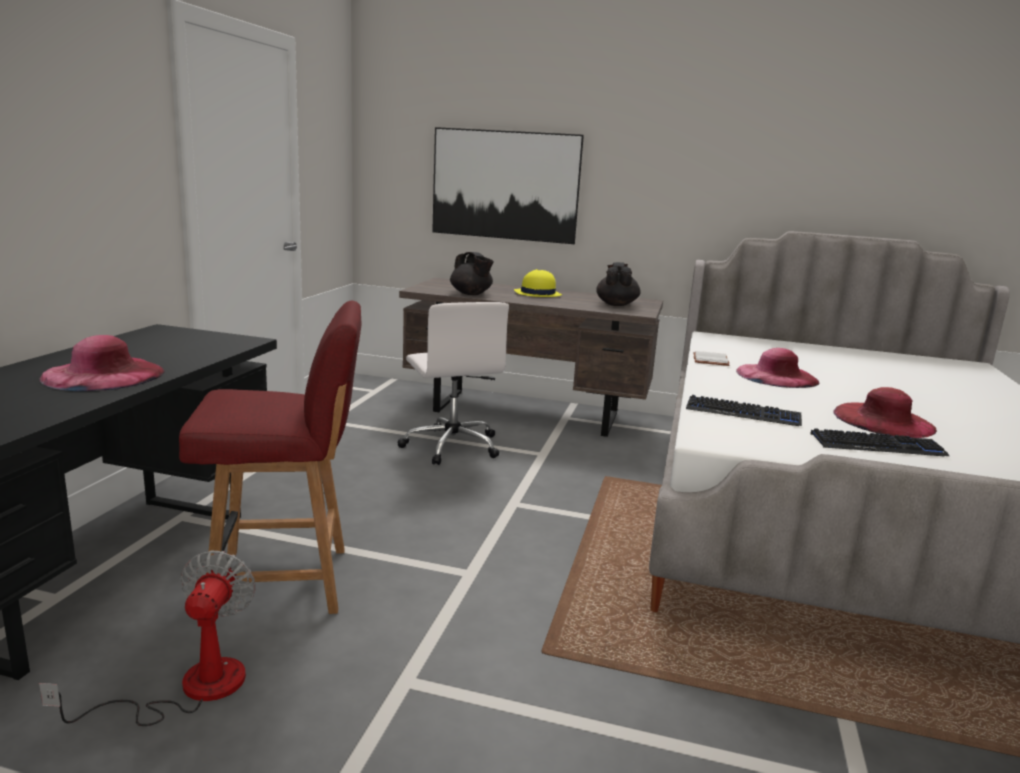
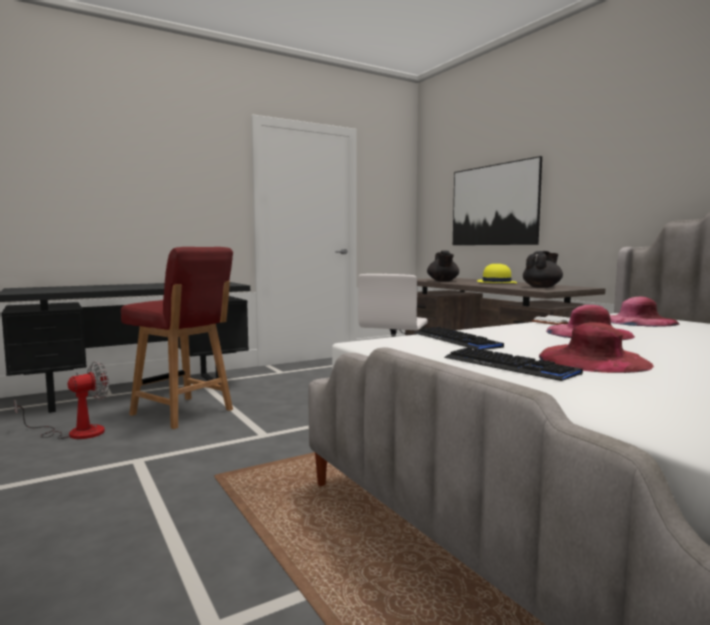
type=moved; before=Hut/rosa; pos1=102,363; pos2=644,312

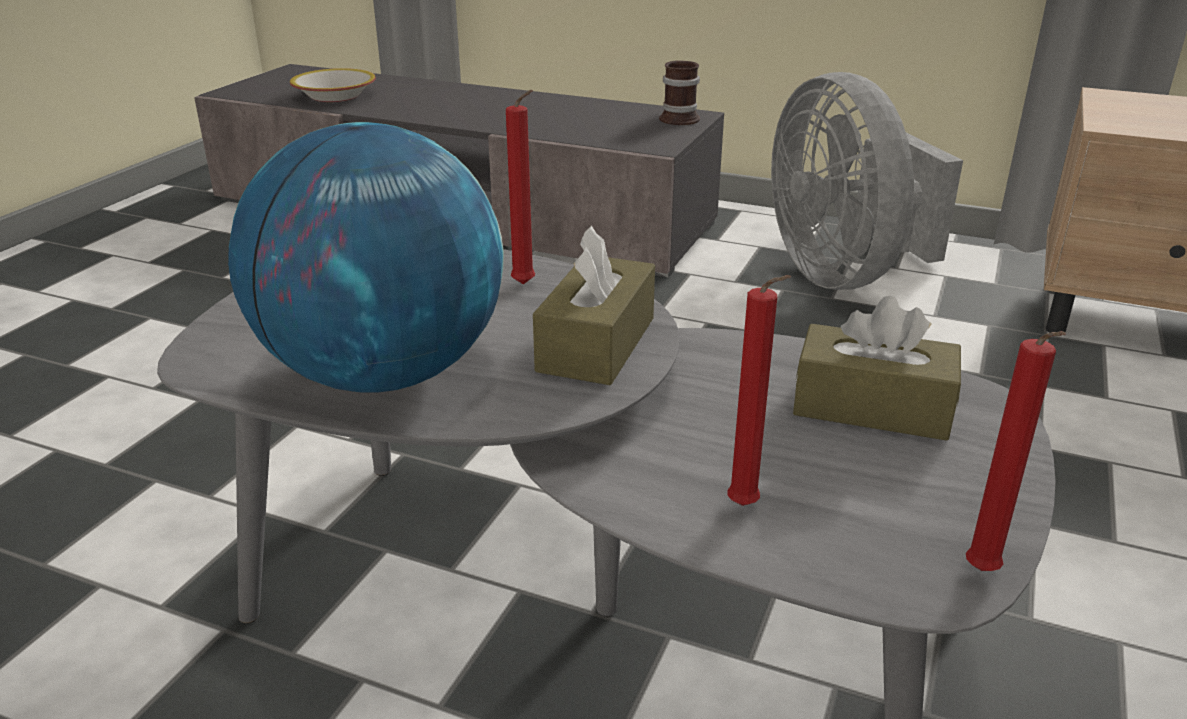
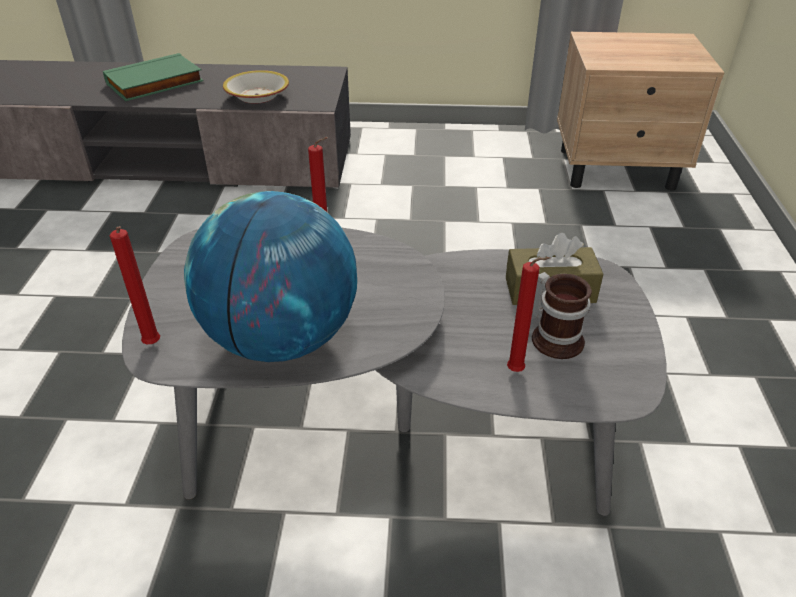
type=moved; before=Schüssel; pos1=333,85; pos2=256,87
type=removed; before=Taschentuchbox/braun; pos1=594,305
type=moved; before=Henkelbecher; pos1=679,93; pos2=562,315
type=removed; before=Ventilator/grau; pos1=867,181
type=moved; before=Kerze/rot; pos1=1016,451; pos2=135,285
type=added; after=Buch/grün; pos2=153,77

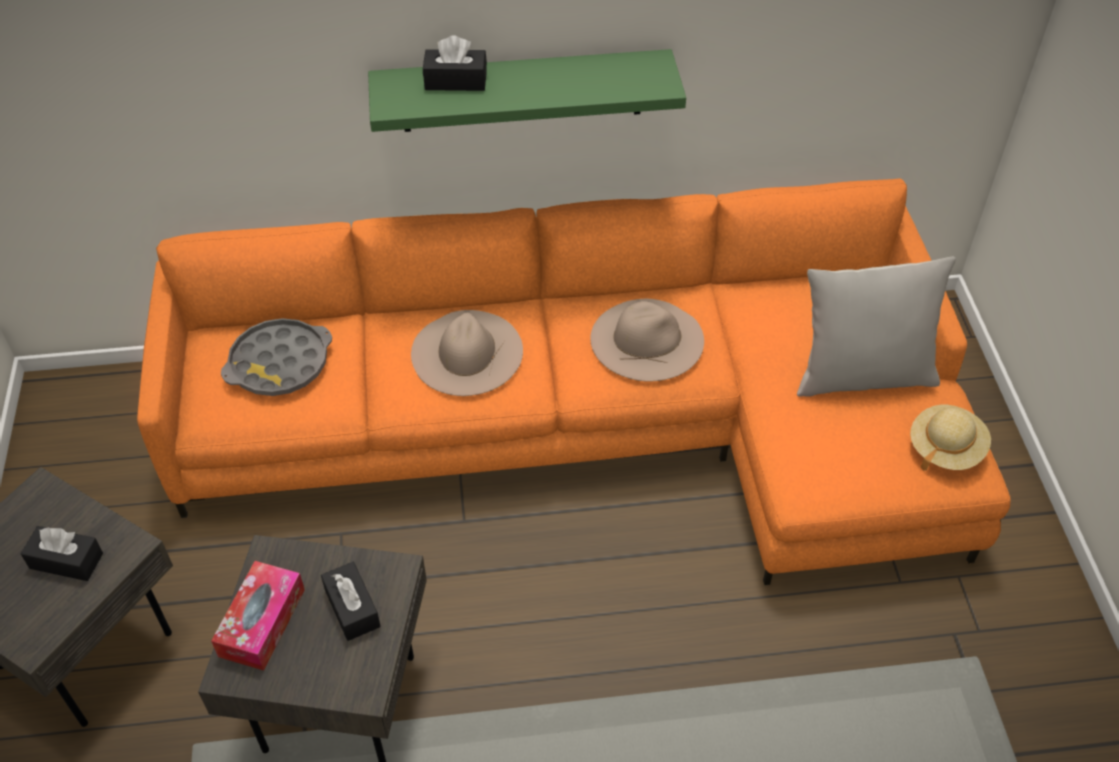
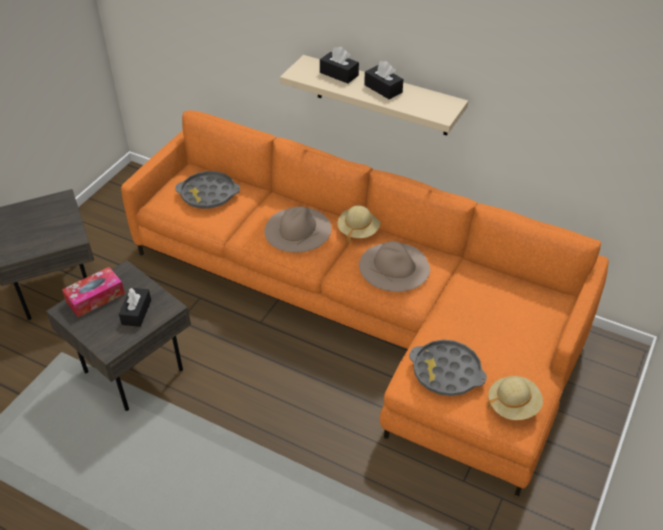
type=moved; before=Taschentuchbox/schwarz; pos1=61,553; pos2=383,80
type=recoloured; before=Wandregal/grün; after=Wandregal/beige; pos1=527,90; pos2=374,95
type=removed; before=Kissen/grau; pos1=876,326
type=added; after=Hut/beige; pos2=359,224
type=added; after=Tablett/grau; pos2=448,367

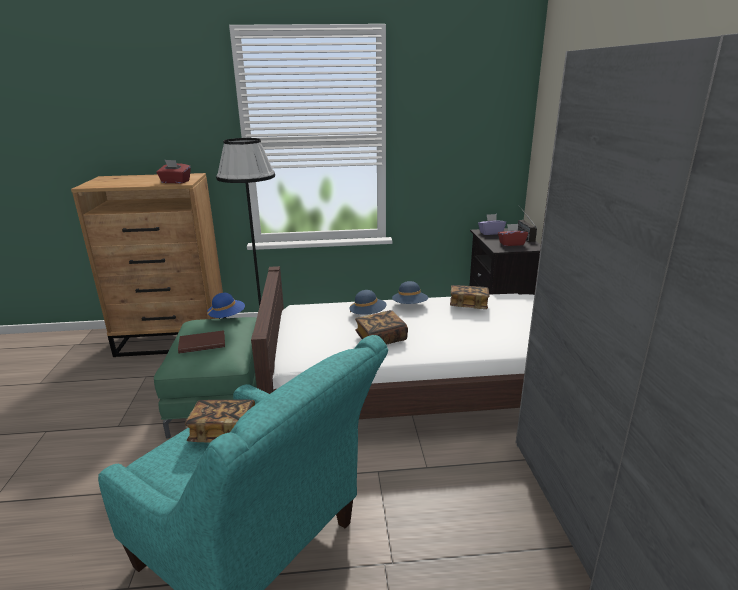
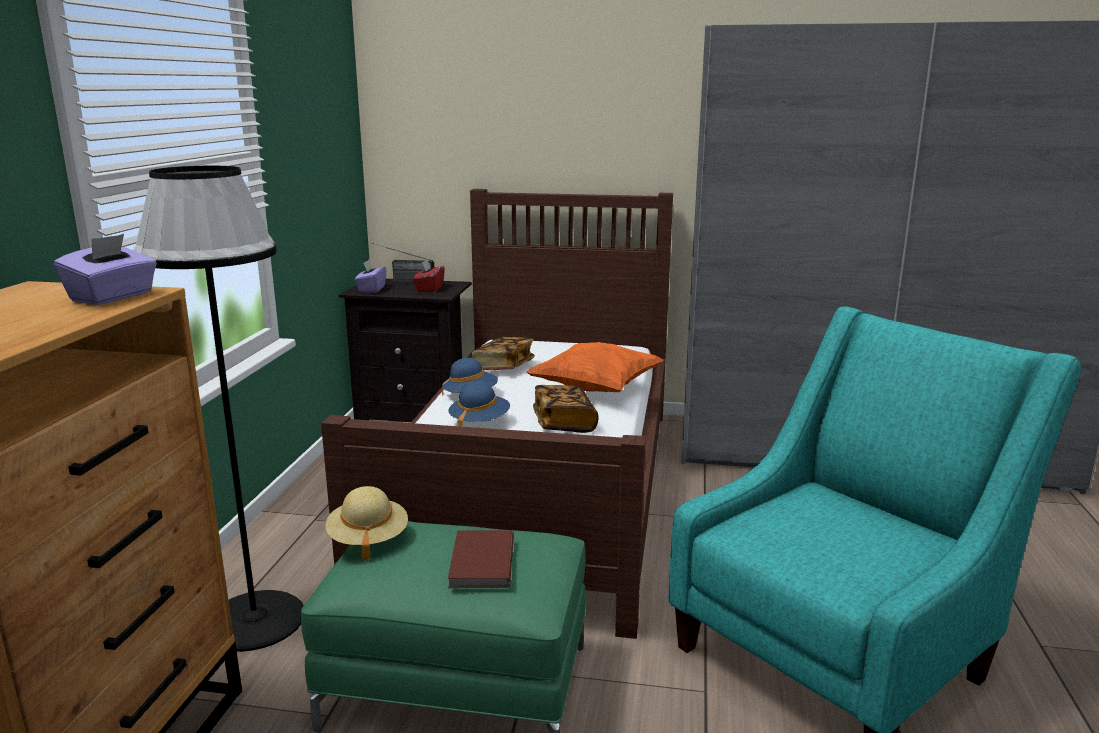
type=recoloured; before=Taschentuchbox/rot; after=Taschentuchbox/lila; pos1=173,172; pos2=105,269
type=removed; before=Buch; pos1=220,420
type=recoloured; before=Hut/blau; after=Hut/beige; pos1=226,305; pos2=366,523
type=added; after=Kissen/orange; pos2=594,367

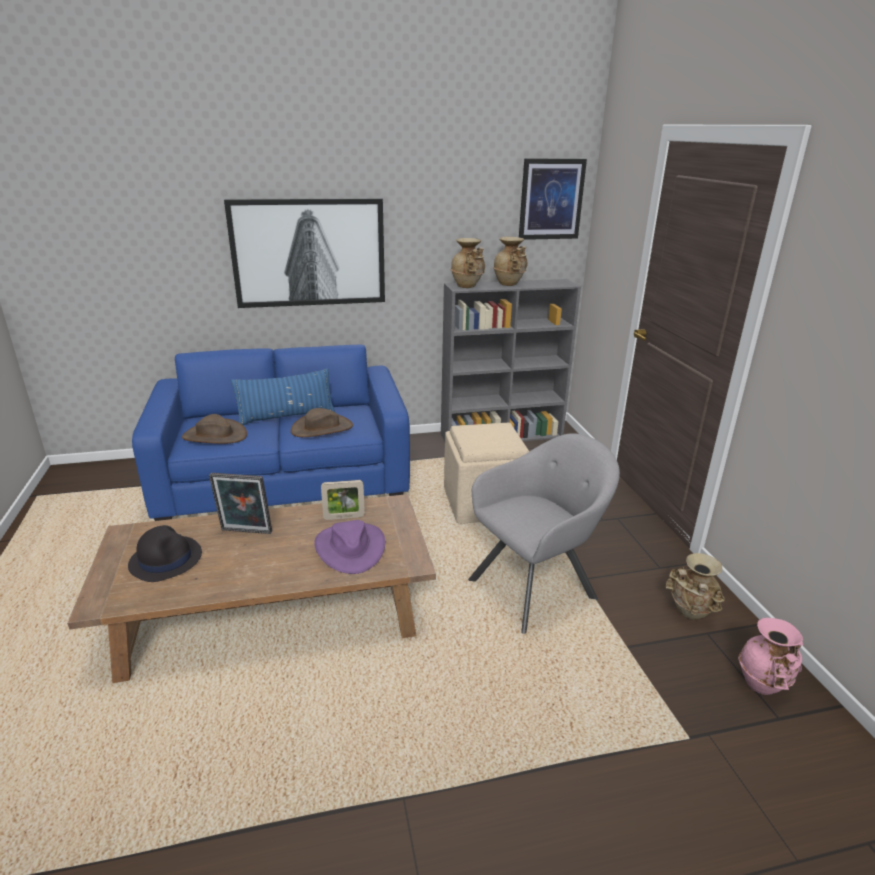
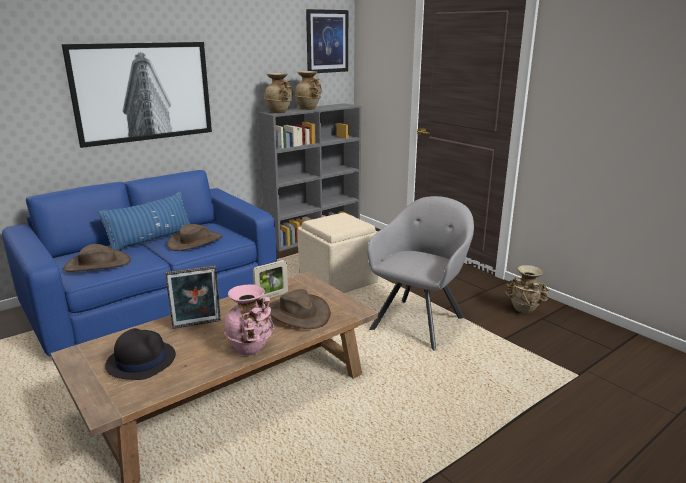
type=recoloured; before=Hut/lila; after=Hut/braun; pos1=349,547; pos2=300,309
type=moved; before=Vase/rosa; pos1=770,656; pos2=249,320

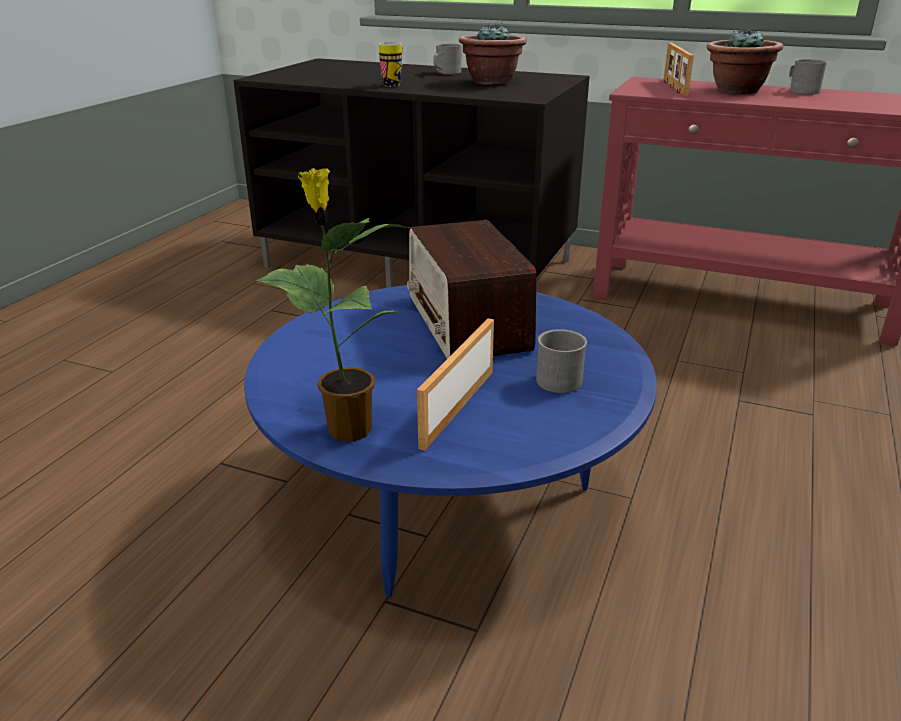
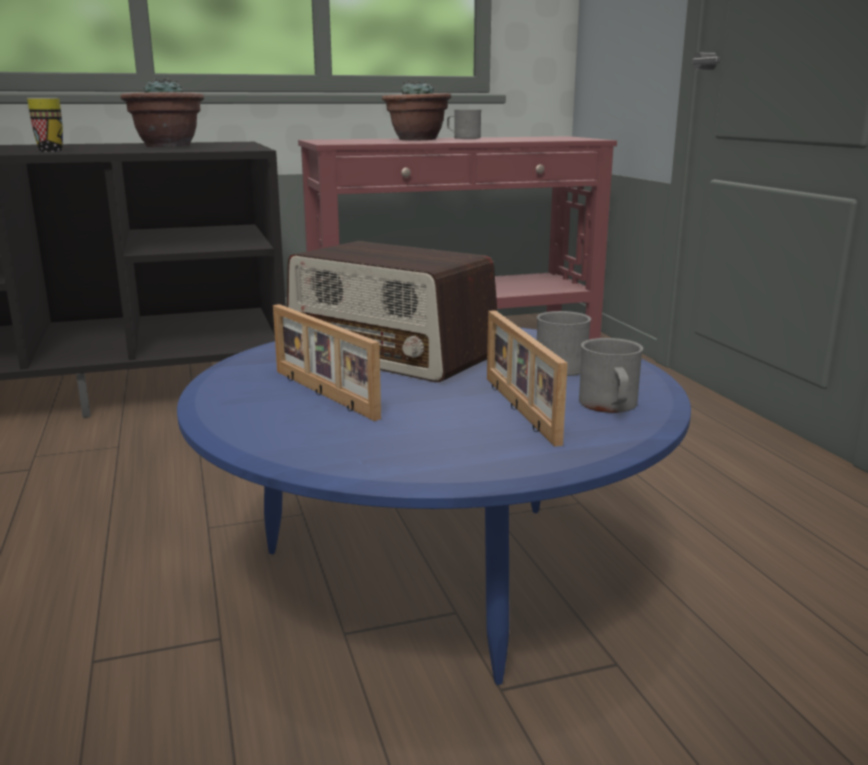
type=removed; before=Topfpflanze; pos1=333,305
type=moved; before=Henkelbecher/grau; pos1=448,59; pos2=611,375
type=moved; before=Bilderrahmen; pos1=679,69; pos2=327,362

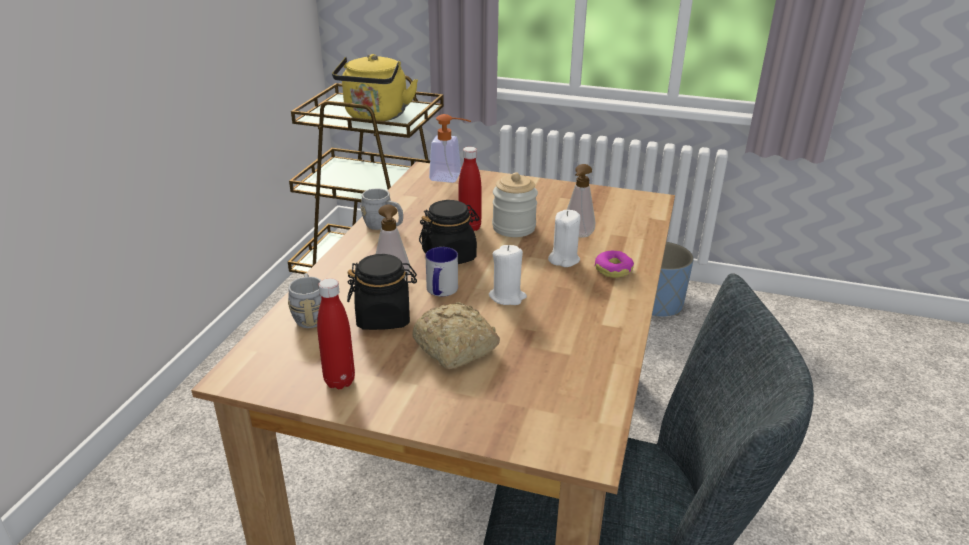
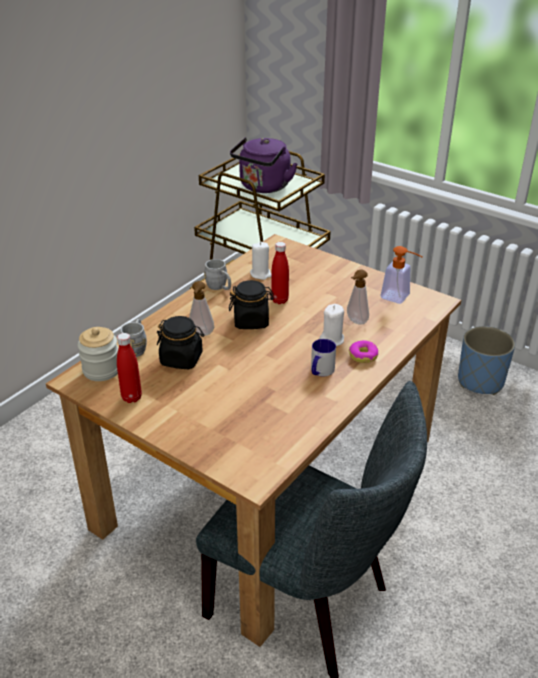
type=recoloured; before=Wasserkessel/gelb; after=Wasserkessel/lila; pos1=375,87; pos2=264,165
type=removed; before=Brot; pos1=456,335
type=moved; before=Henkelbecher; pos1=441,271; pos2=323,357
type=moved; before=Seifenspender; pos1=450,148; pos2=402,275
type=moved; before=Kerze/weiß; pos1=508,275; pos2=261,261
type=moved; before=Vorratsglas; pos1=515,204; pos2=98,354

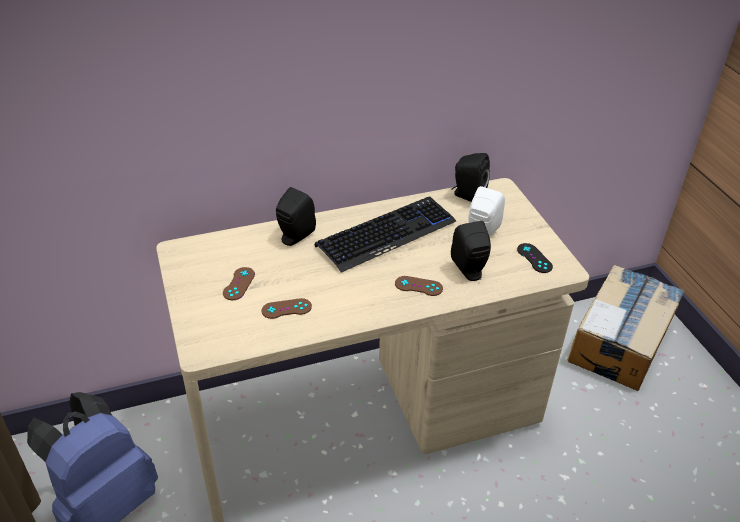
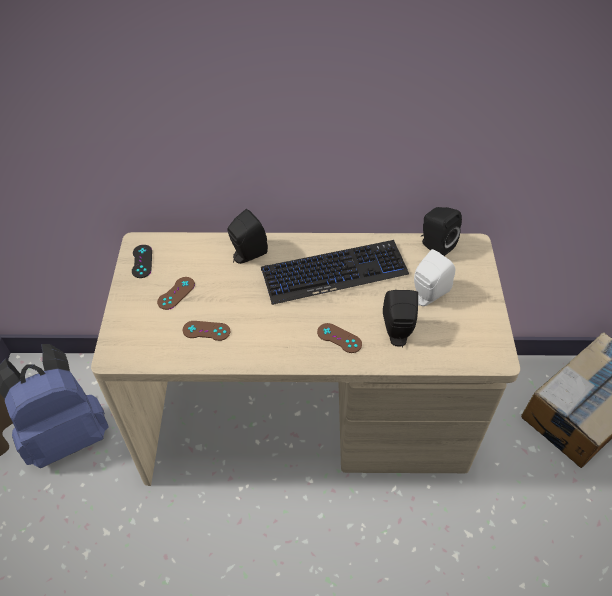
type=moved; before=Gamepad/schwarz; pos1=535,258; pos2=142,261

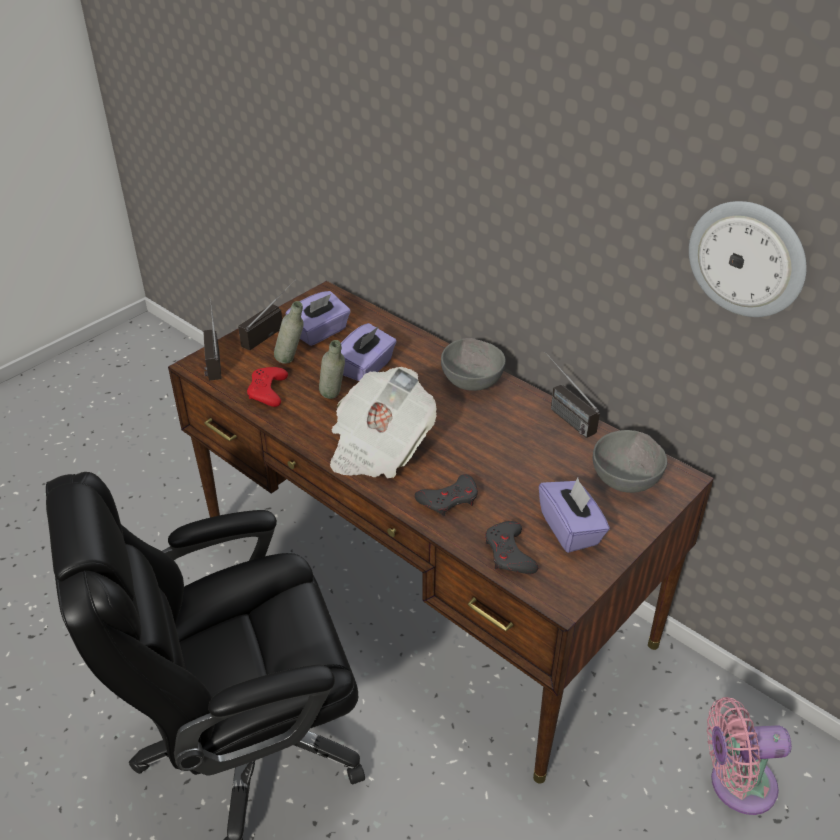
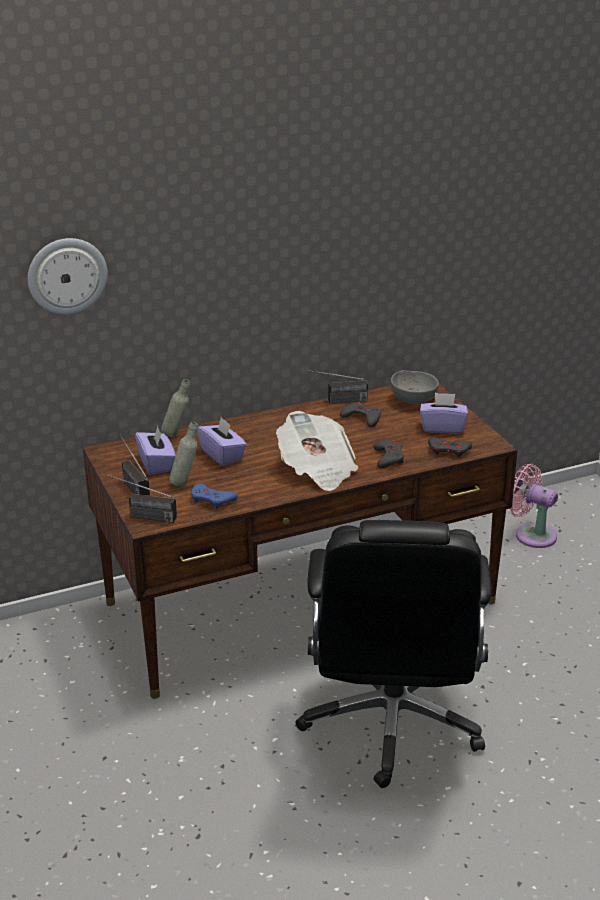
type=recoloured; before=Gamepad/rot; after=Gamepad/blau; pos1=267,387; pos2=214,496
type=moved; before=Flasche/grau; pos1=332,369; pos2=175,408
type=removed; before=Schüssel/grau; pos1=473,364
type=moved; before=Wanduhr; pos1=748,259; pos2=68,276
type=turned; before=Ventilator/rosa; pos1=749,756; pos2=533,506; turn=105
type=added; after=Gamepad/grau; pos2=360,414

